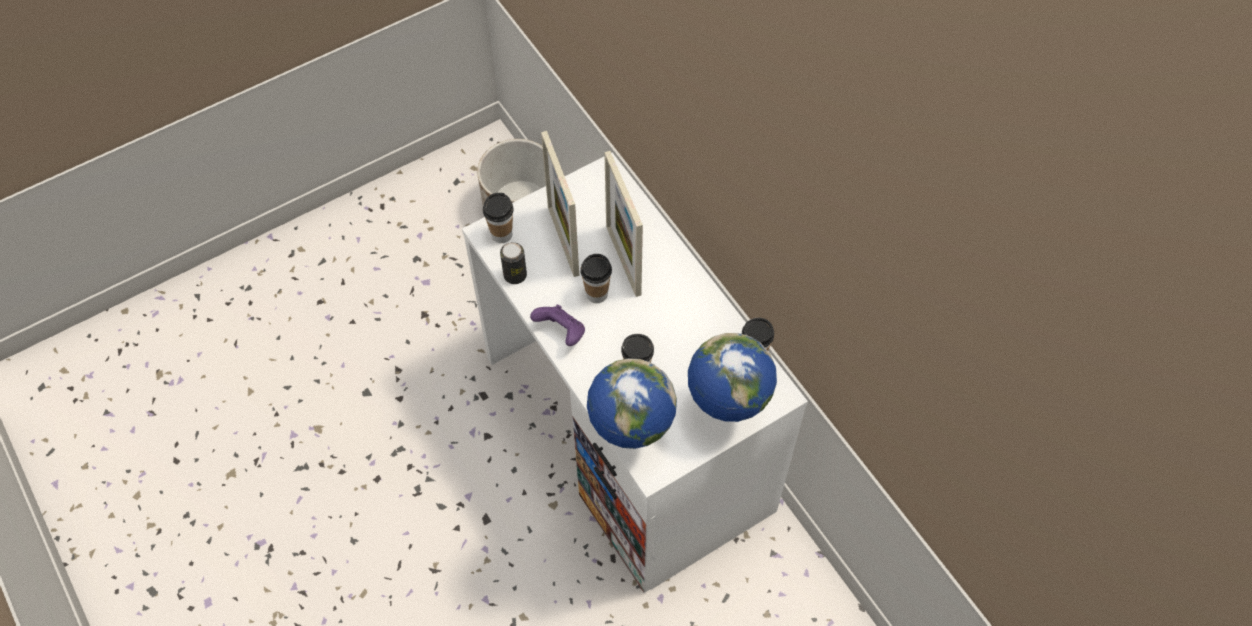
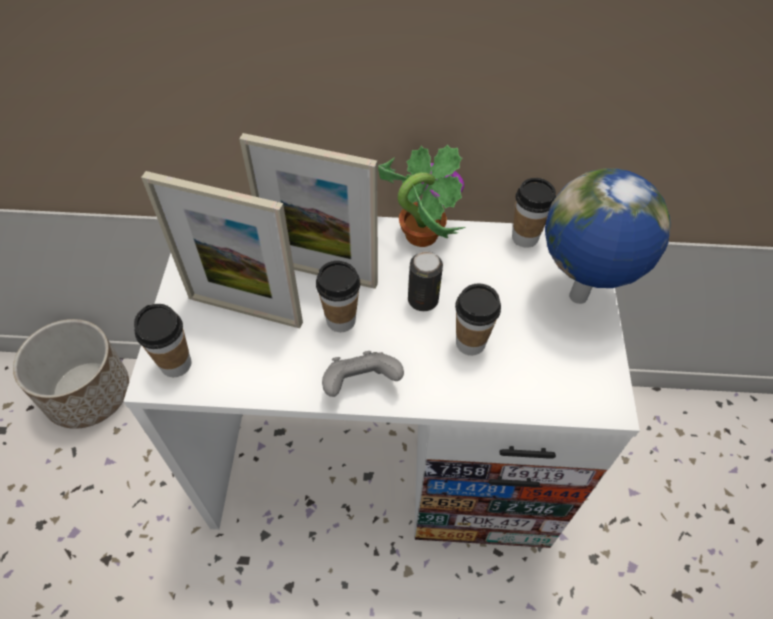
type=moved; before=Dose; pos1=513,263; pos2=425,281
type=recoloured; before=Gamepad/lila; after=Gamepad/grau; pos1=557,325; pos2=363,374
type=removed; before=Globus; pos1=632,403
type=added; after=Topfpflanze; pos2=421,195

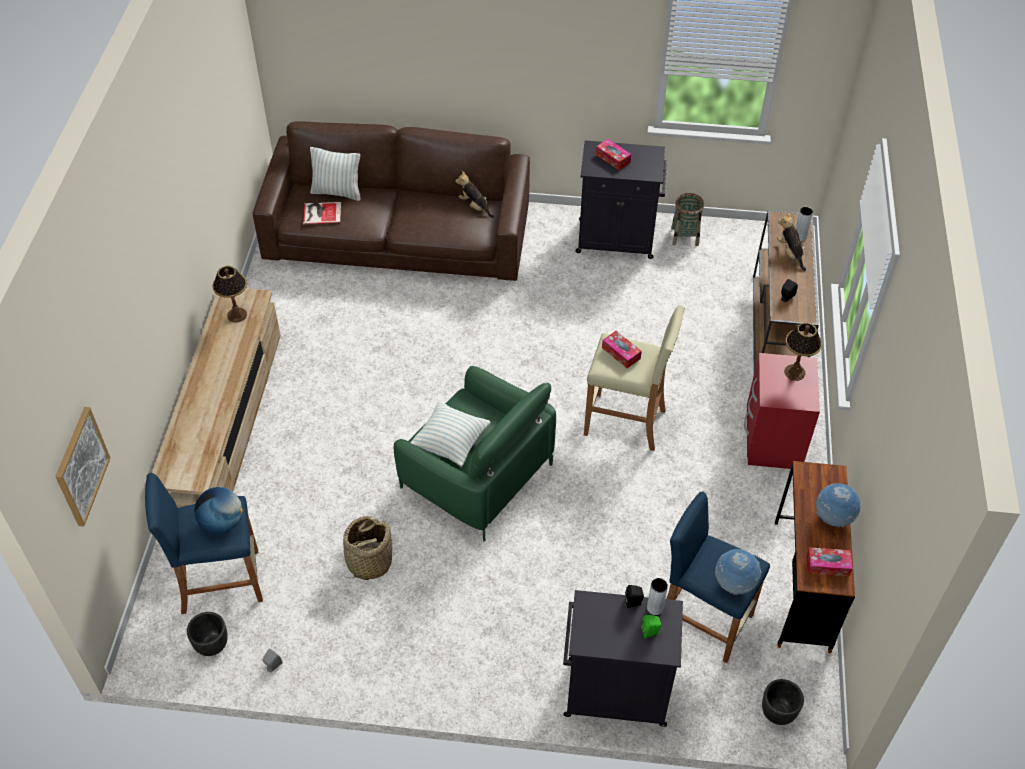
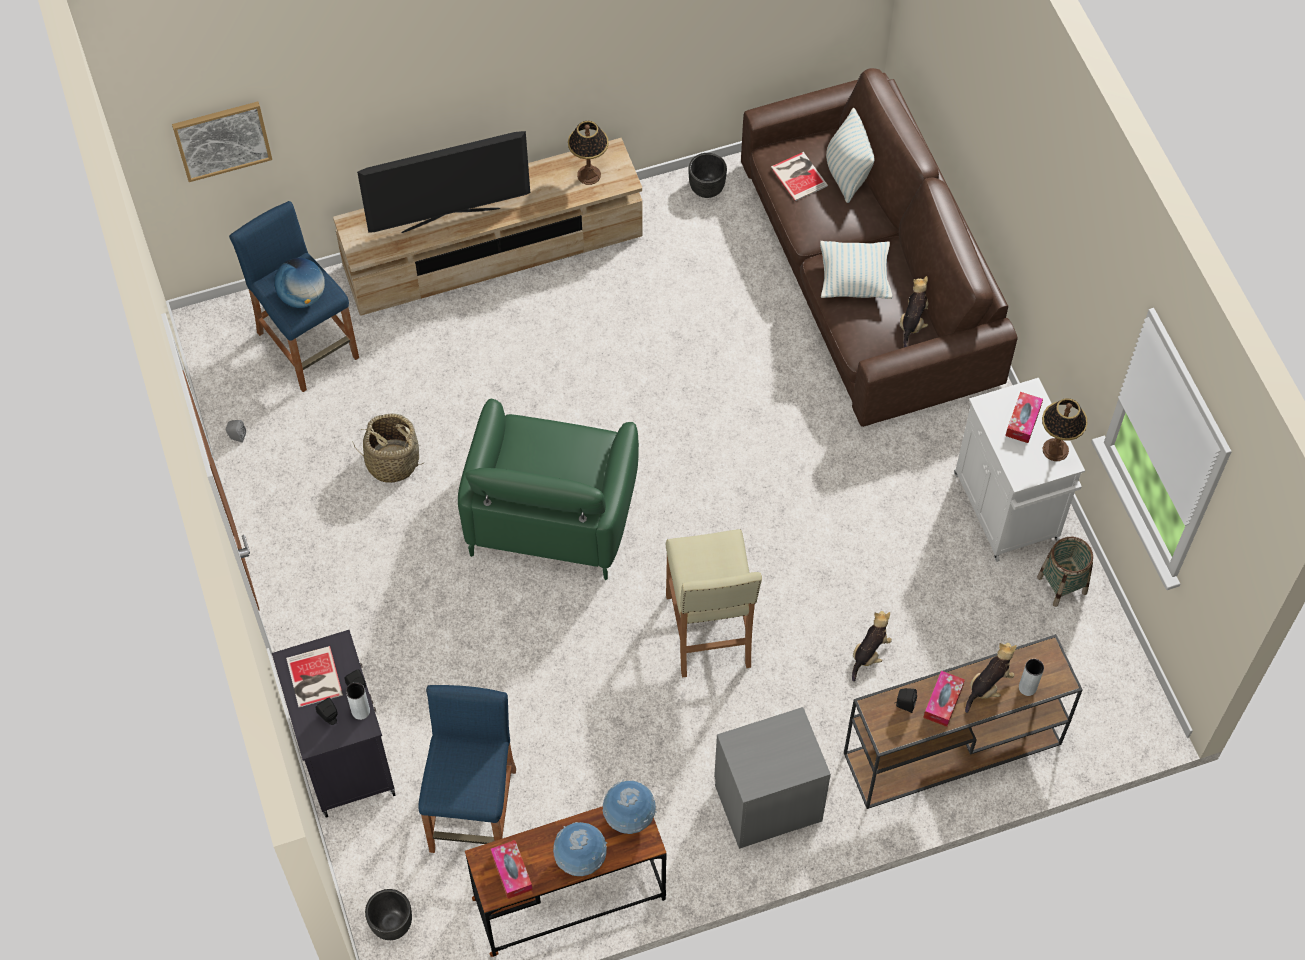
type=moved; before=Pflanzkübel/schwarz; pos1=207,634; pos2=707,175
type=moved; before=Kissen; pos1=450,434; pos2=856,270
type=recoloured; before=Schrank/schwarz; after=Schrank/weiß; pos1=621,199; pos2=1019,470
type=moved; before=Taschentuchbox; pos1=622,349; pos2=944,699
type=recoloured; before=Lautsprecher/grün; after=Lautsprecher/schwarz; pos1=651,626; pos2=326,711
type=moved; before=Globus; pos1=738,572; pos2=629,806
type=recoloured; before=Nachttisch/rot; after=Nachttisch/grau; pos1=782,411; pos2=772,778
type=moved; before=Tischlampe; pos1=803,351; pos2=1065,429
type=added; after=Buch; pos2=314,676
type=added; after=Fernseher; pos2=443,182
type=added; after=Plüschtier; pos2=872,646

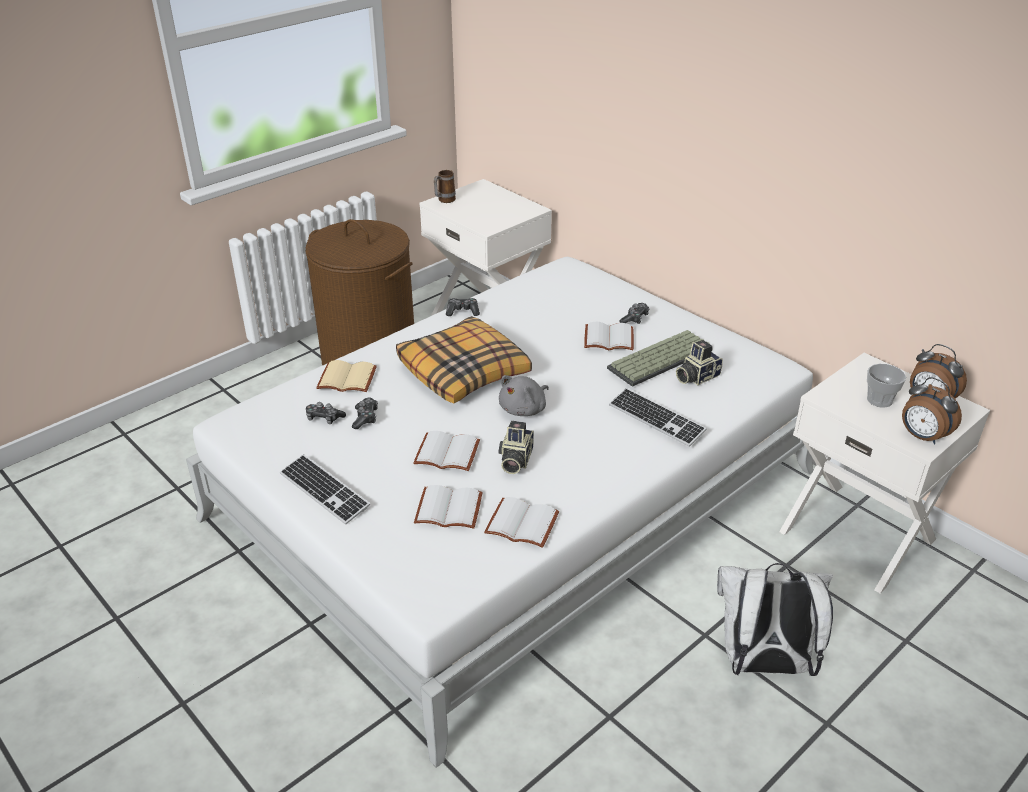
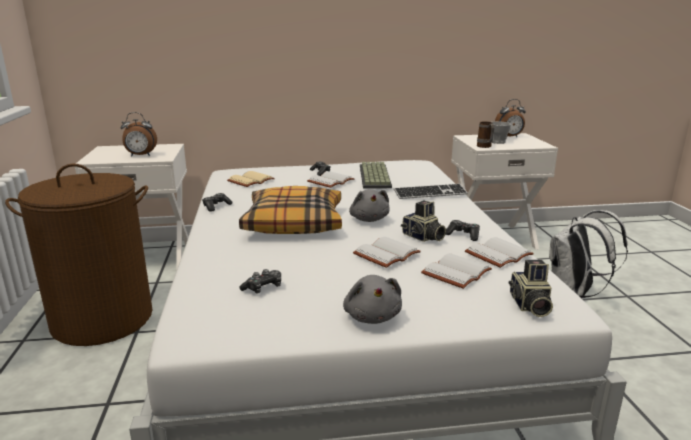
type=replaced; before=Tastatur; after=Plüschtier/grau; pos1=325,489; pos2=372,299
type=moved; before=Buch/beige; pos1=346,376; pos2=251,179
type=moved; before=Gamepad; pos1=365,413; pos2=463,230
type=moved; before=Henkelbecher; pos1=445,186; pos2=485,134
type=moved; before=Kamera; pos1=699,362; pos2=531,288
type=moved; before=Wecker; pos1=932,411; pos2=138,134

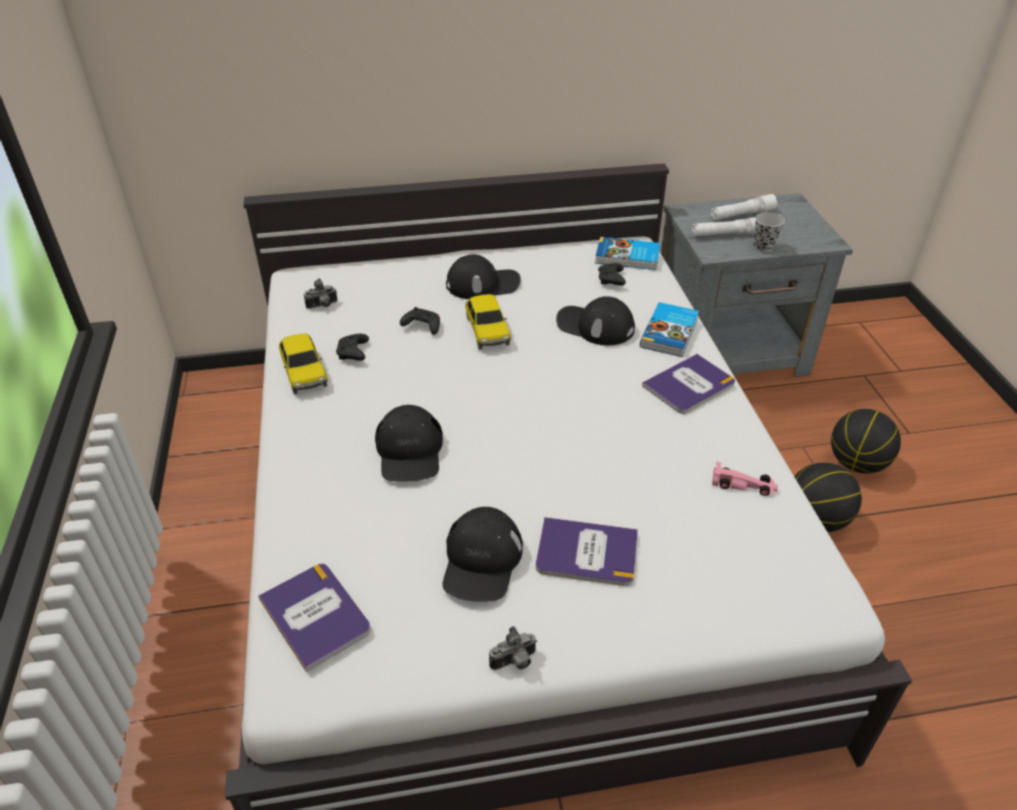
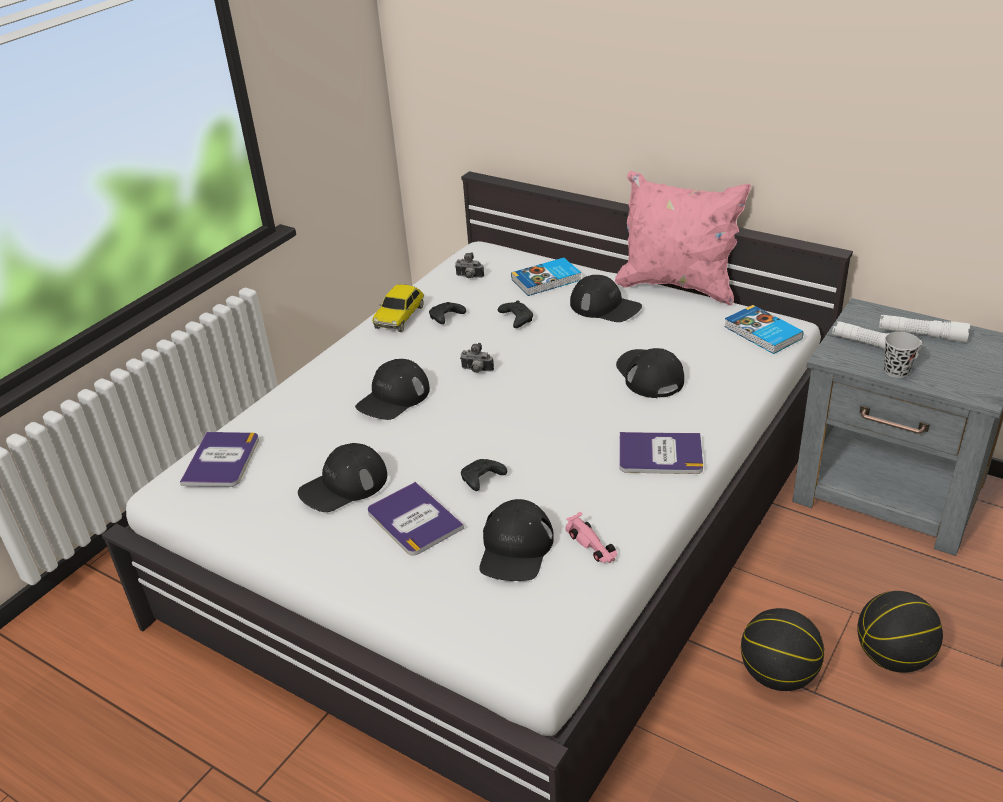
type=removed; before=Spielzeugauto; pos1=488,322
type=moved; before=Kamera; pos1=513,648; pos2=477,358
type=moved; before=Gamepad/schwarz; pos1=612,274; pos2=484,475
type=moved; before=Buch; pos1=669,329; pos2=546,277
type=added; after=Kappe/schwarz; pos2=516,540
type=added; after=Kissen/rosa; pos2=683,238

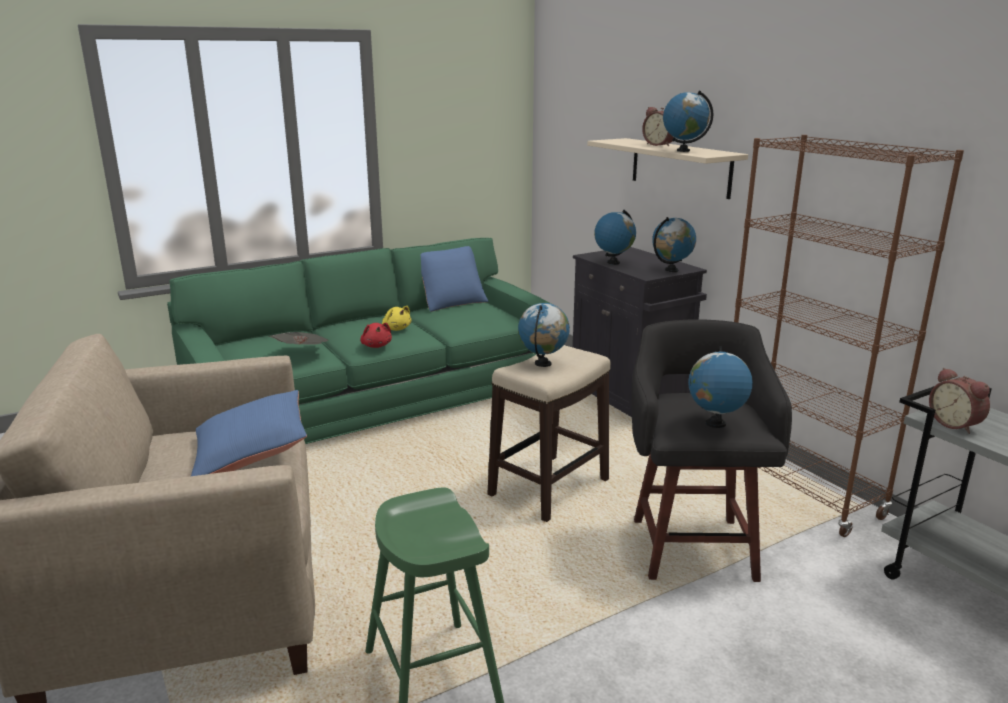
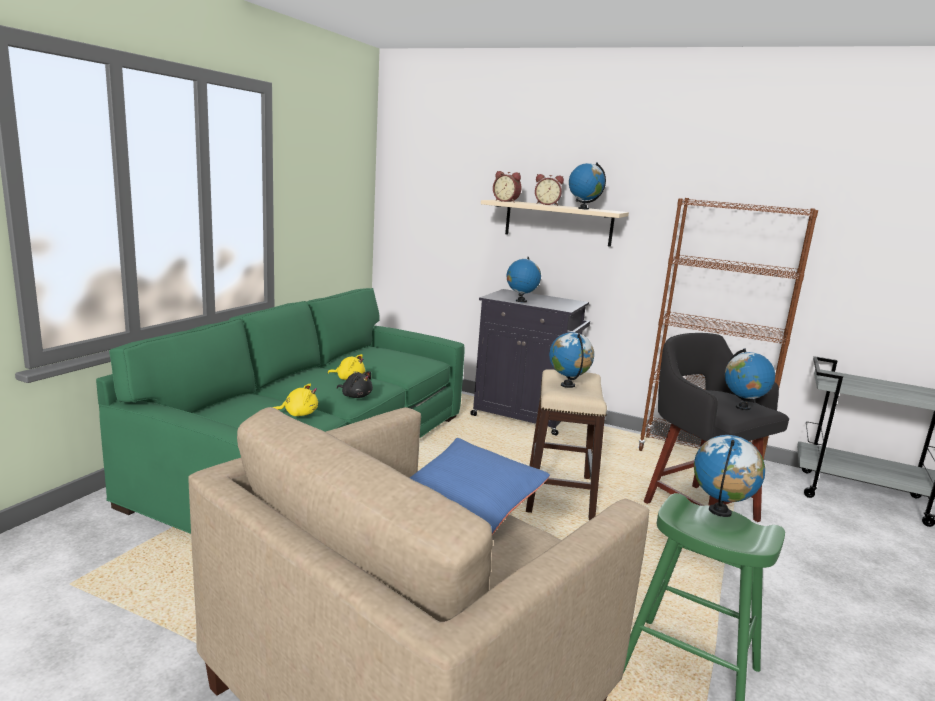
type=replaced; before=Zeitung; after=Plüschtier/gelb; pos1=298,338; pos2=295,399
type=recoloured; before=Plüschtier/rot; after=Plüschtier/schwarz; pos1=376,335; pos2=355,384
type=removed; before=Kissen/blau; pos1=455,279
type=moved; before=Globus; pos1=674,244; pos2=729,476
type=moved; before=Wecker; pos1=959,401; pos2=507,187

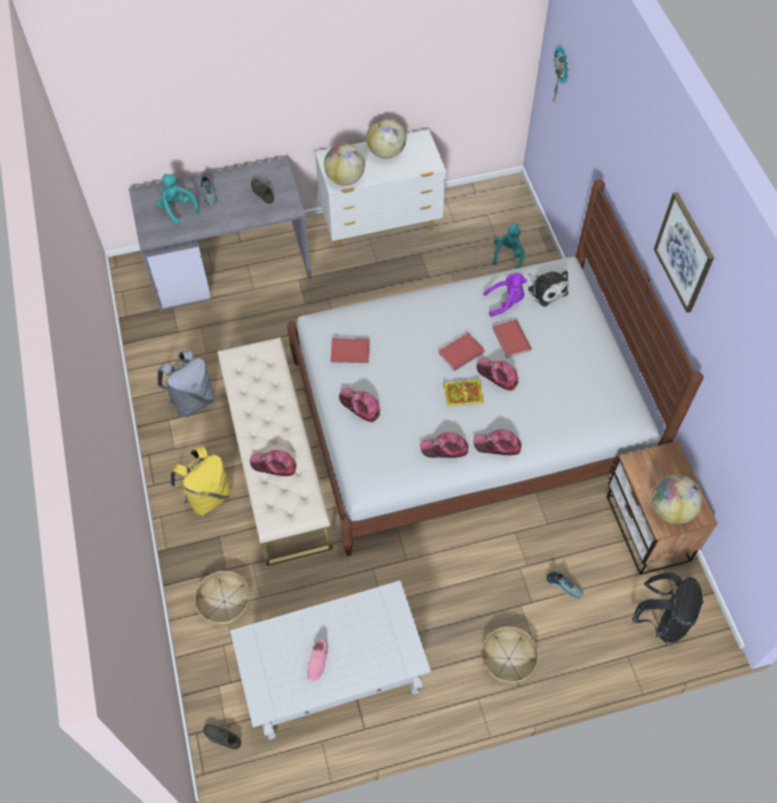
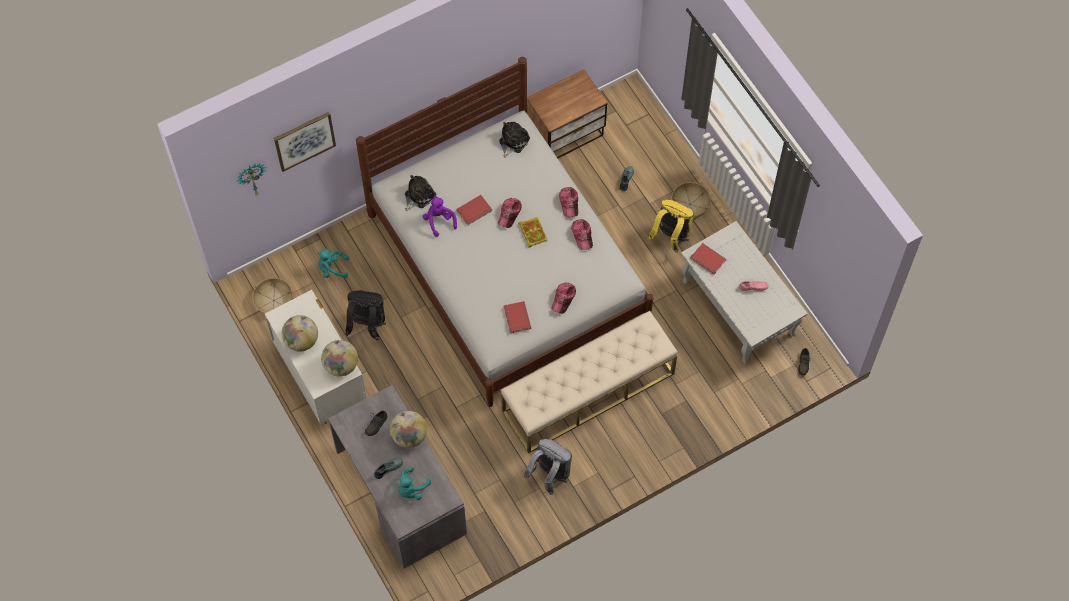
type=moved; before=Rucksack/gelb; pos1=201,481; pos2=671,226
type=moved; before=Korb; pos1=222,598; pos2=272,296
type=removed; before=Kappe; pos1=273,463
type=moved; before=Buch/rot; pos1=461,352; pos2=708,259
type=moved; before=Rucksack/schwarz; pos1=668,608; pos2=365,315
type=moved; before=Globus; pos1=677,499; pos2=408,429
type=moved; before=Bild; pos1=684,252; pos2=305,142
type=added; after=Plüschtier; pos2=514,140

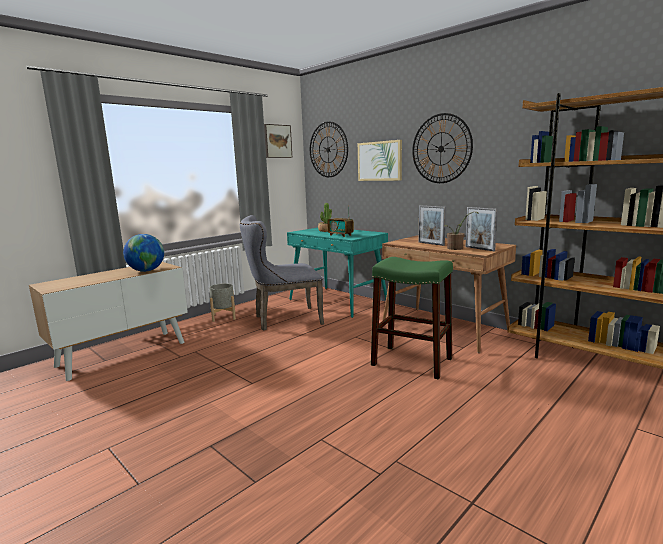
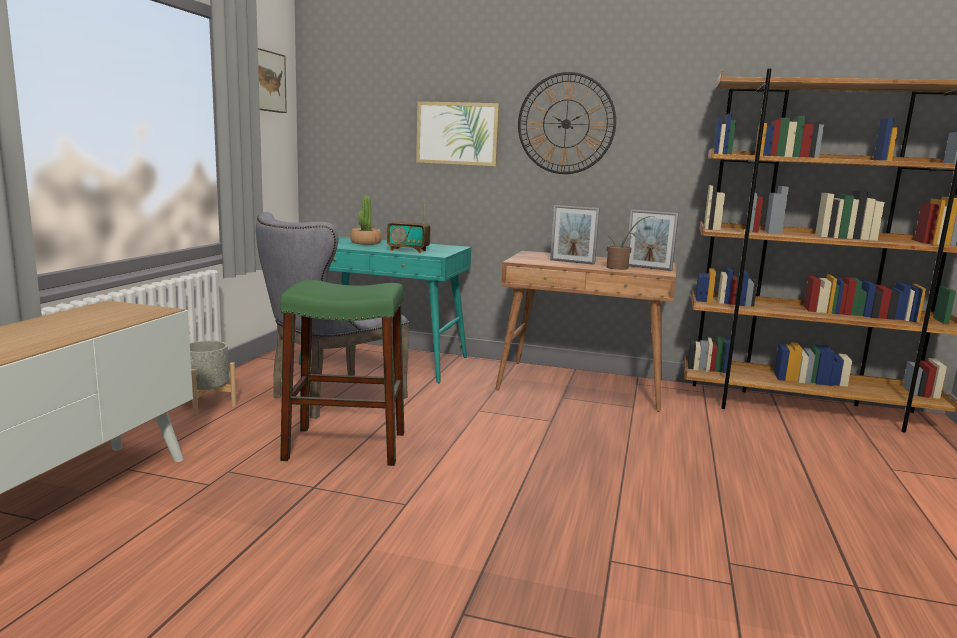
type=removed; before=Globus; pos1=143,253
type=removed; before=Wanduhr; pos1=329,149
type=moved; before=Hocker/grün; pos1=412,318; pos2=342,372

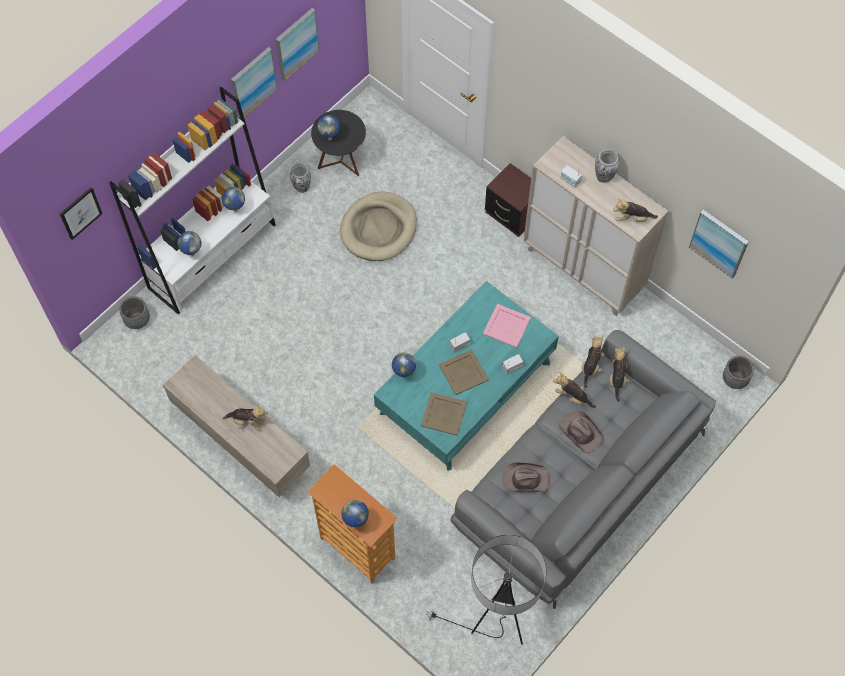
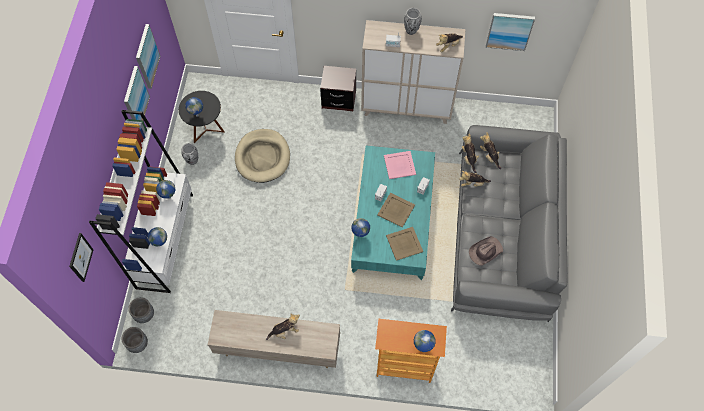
type=removed; before=Stehlampe; pos1=485,589
type=removed; before=Hut/braun; pos1=581,432
type=moved; before=Pflanzkübel/grau; pos1=738,372; pos2=134,340

